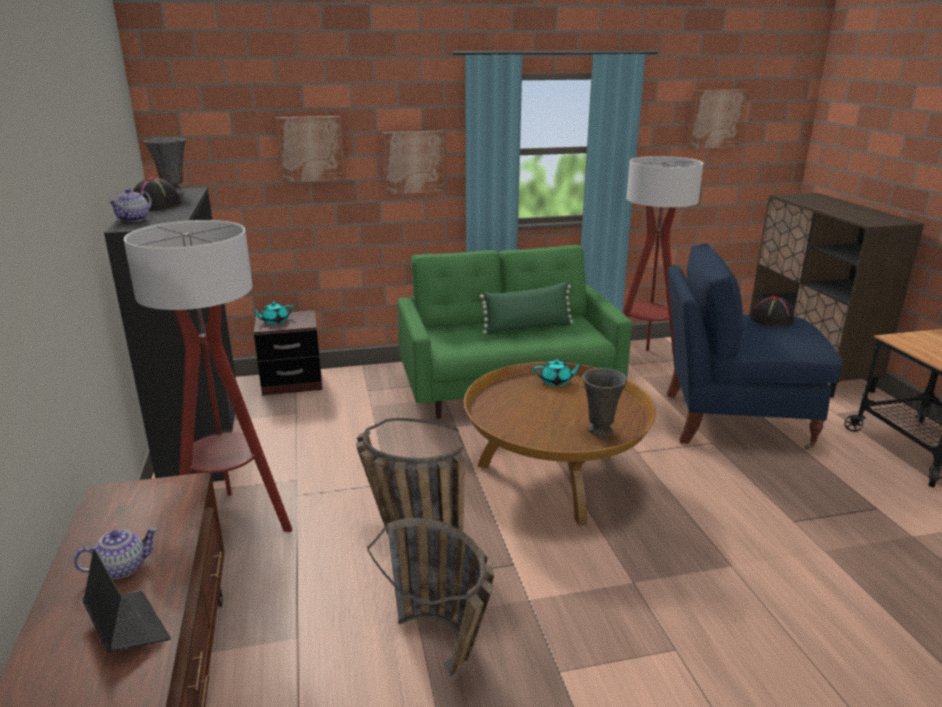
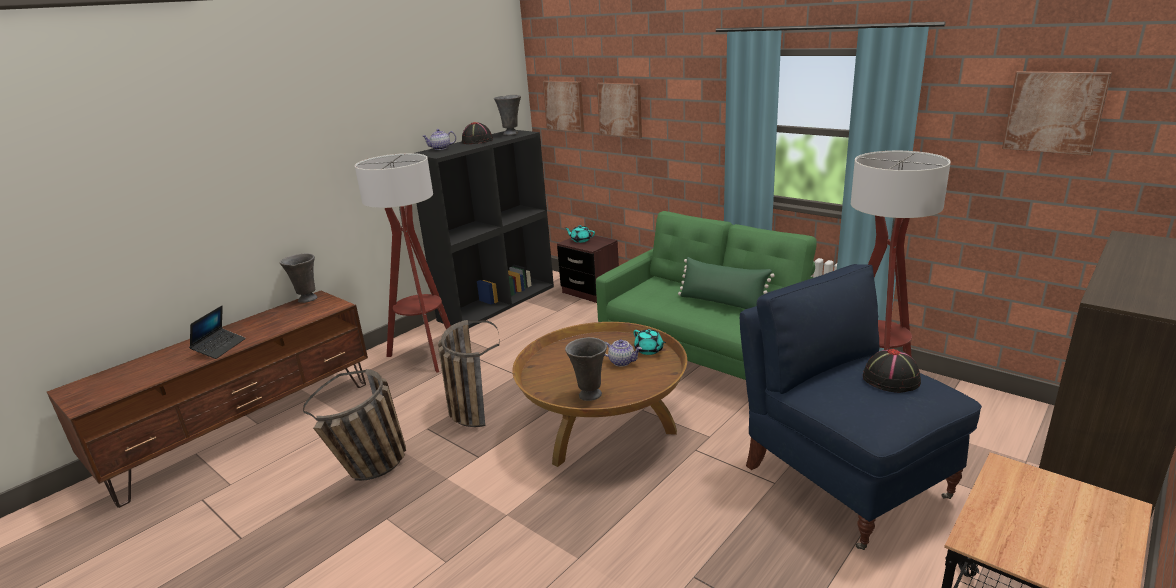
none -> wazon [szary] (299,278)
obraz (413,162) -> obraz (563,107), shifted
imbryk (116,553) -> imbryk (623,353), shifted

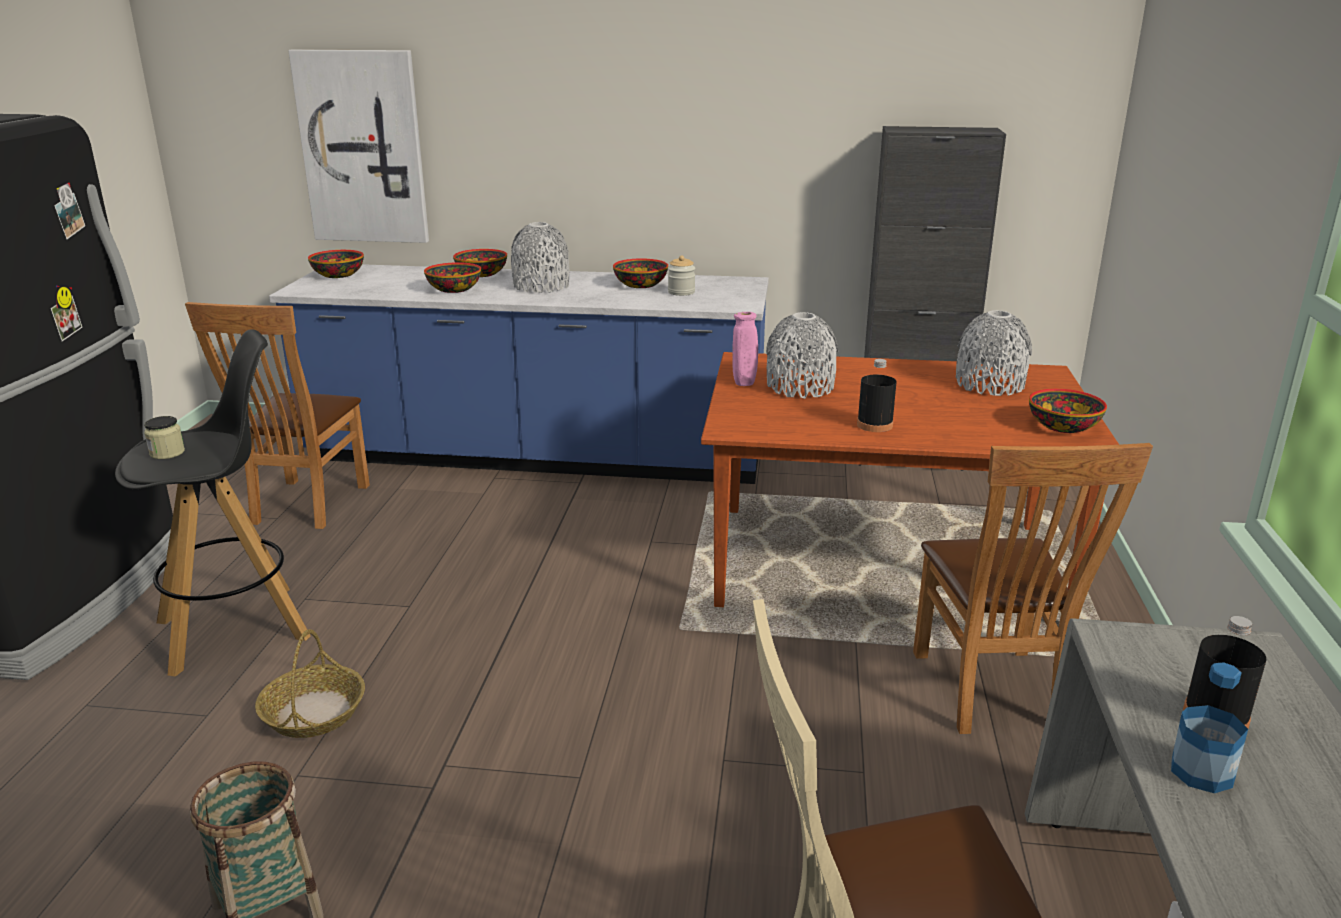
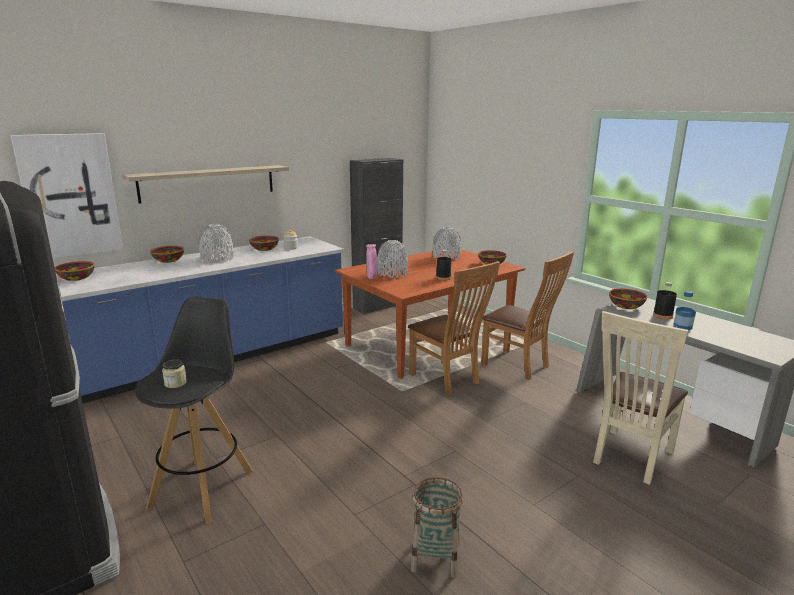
none -> półka (205,184)
krzesło [brązowy] (277,415) -> krzesło [brązowy] (454,328), shifted
miska (452,277) -> miska (628,298), shifted
koszyk (310,683) -> none

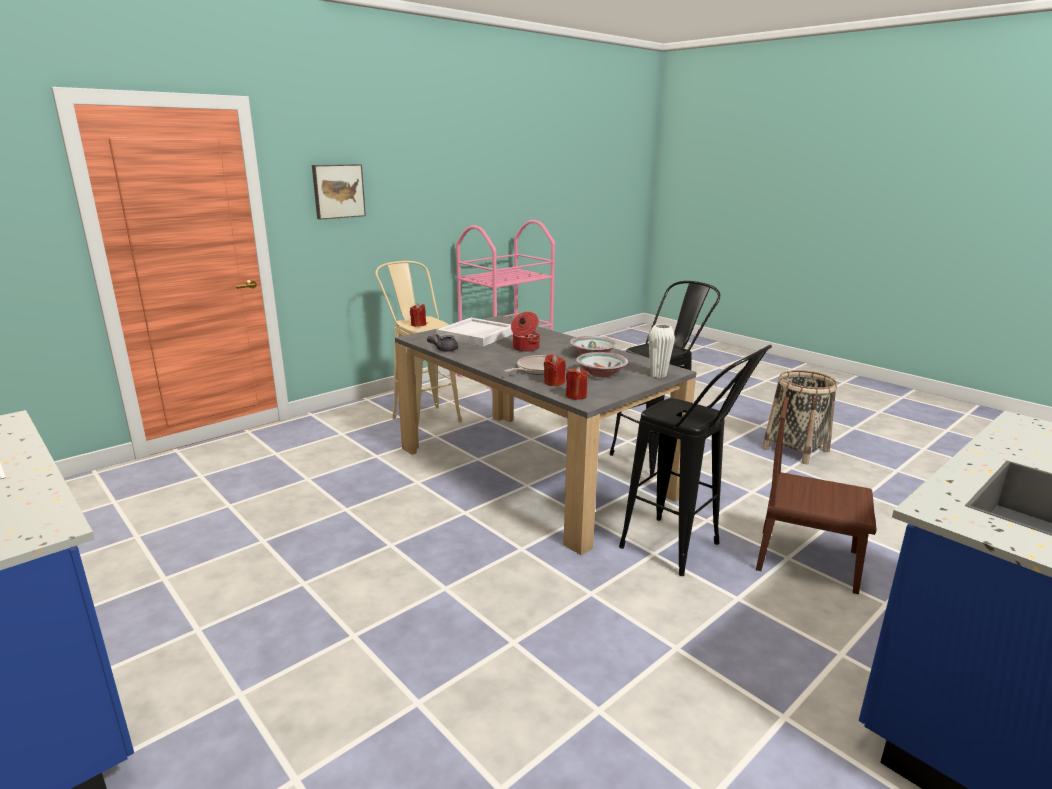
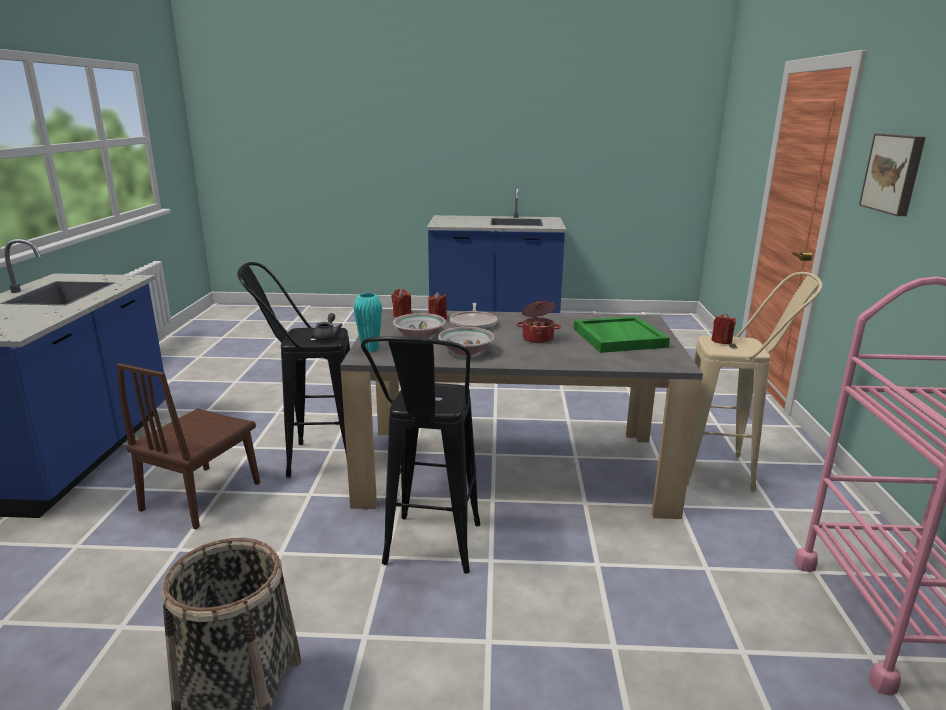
krzesło [brązowy] (816,495) -> krzesło [brązowy] (188,446), 135 degrees clockwise
imbryk [szary] (442,343) -> imbryk [szary] (327,327), shifted
wazon [biały] (661,351) -> wazon [turkusowy] (367,322)
taca [biały] (474,332) -> taca [zielony] (622,334)

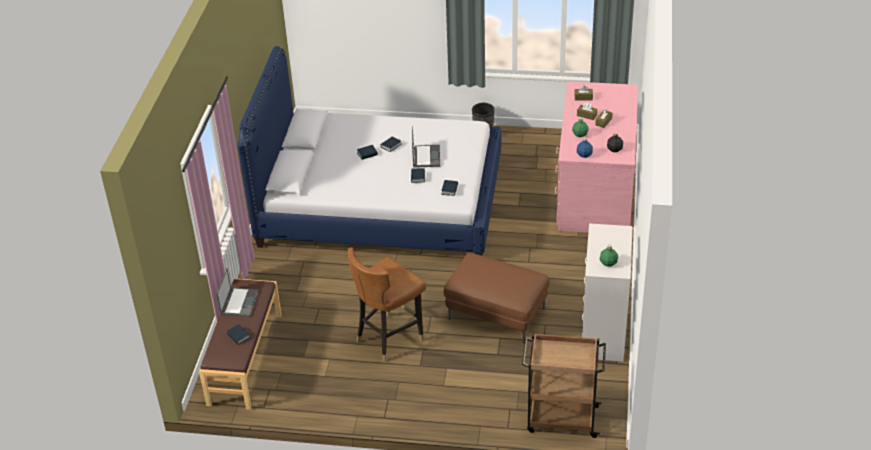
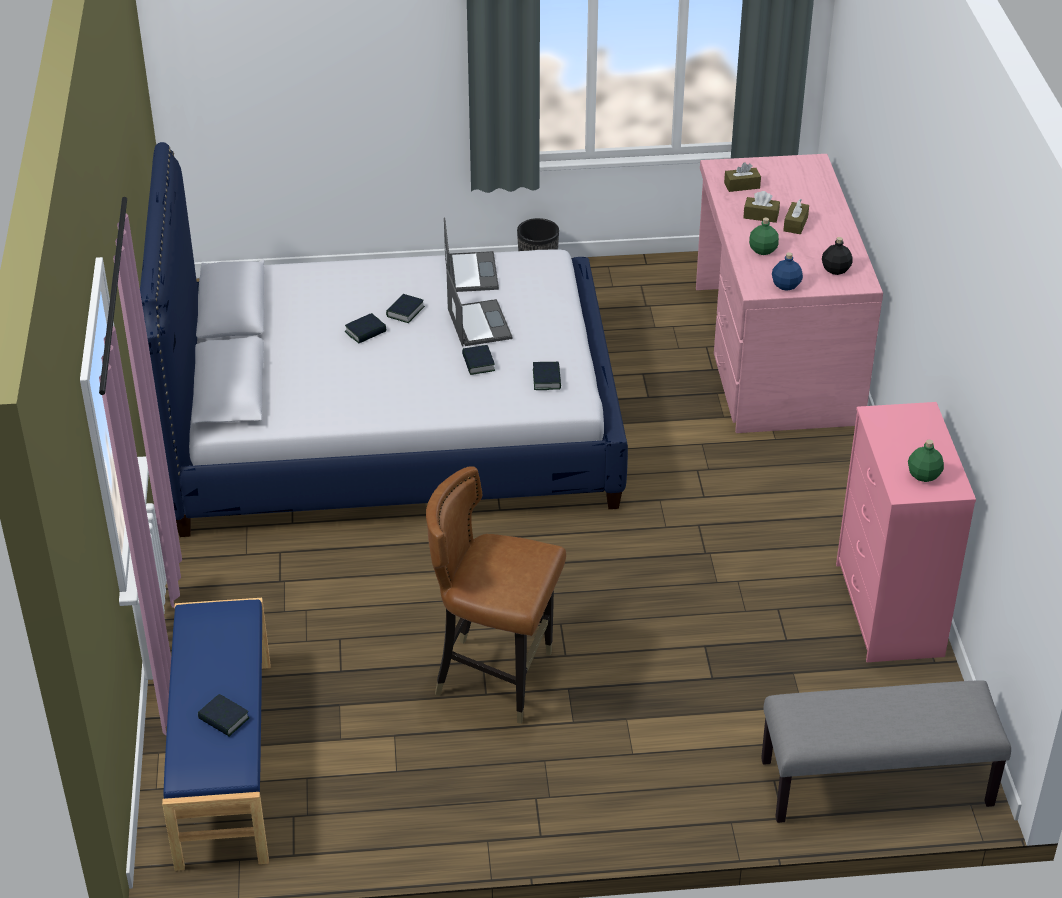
ławka [brązowy] (240,344) -> ławka [niebieski] (216,734)
krzesło [brązowy] (387,304) -> krzesło [brązowy] (496,595), 75 degrees clockwise
laptop (238,292) -> laptop (471,255), shifted
wózek [brązowy] (564,385) -> ławka [szary] (886,751)
komoda [biały] (607,292) -> komoda [różowy] (906,532)
pufa [brązowy] (497,298) -> none

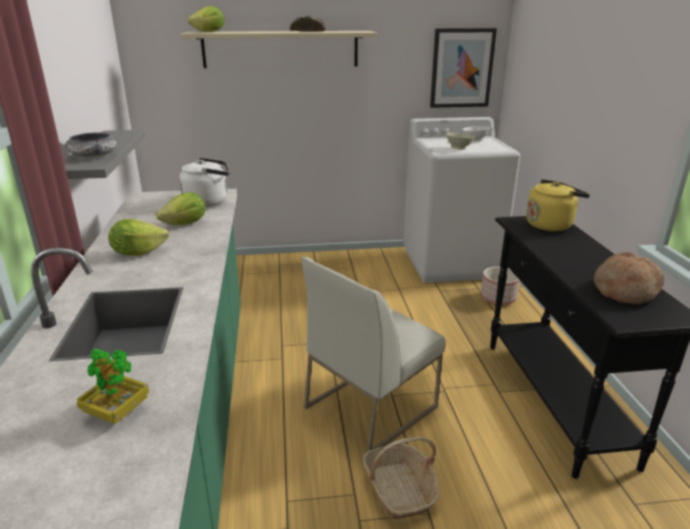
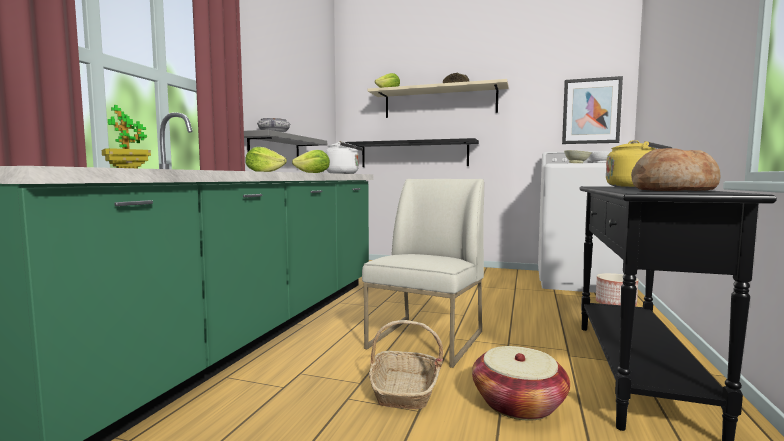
none -> półka [czarny] (412,152)
krzesło [biały] (373,354) -> krzesło [biały] (423,273), 135 degrees clockwise
none -> koszyk (521,383)

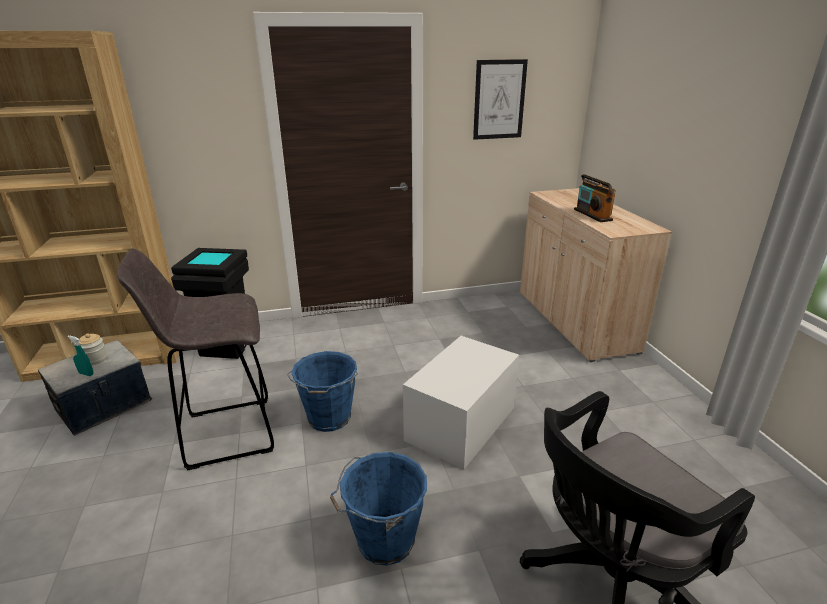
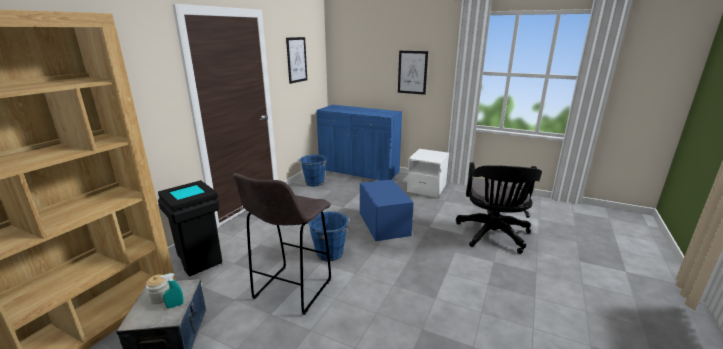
wiadro [niebieski] (378,509) -> wiadro [niebieski] (312,170), shifted
szafka [beżowy] (596,275) -> szafka [niebieski] (359,143)
pojemnik do przechowywania [biały] (461,402) -> pojemnik do przechowywania [niebieski] (386,210)
none -> obraz (413,73)
none -> szafka nocna [biały] (428,173)
radio (595,198) -> none

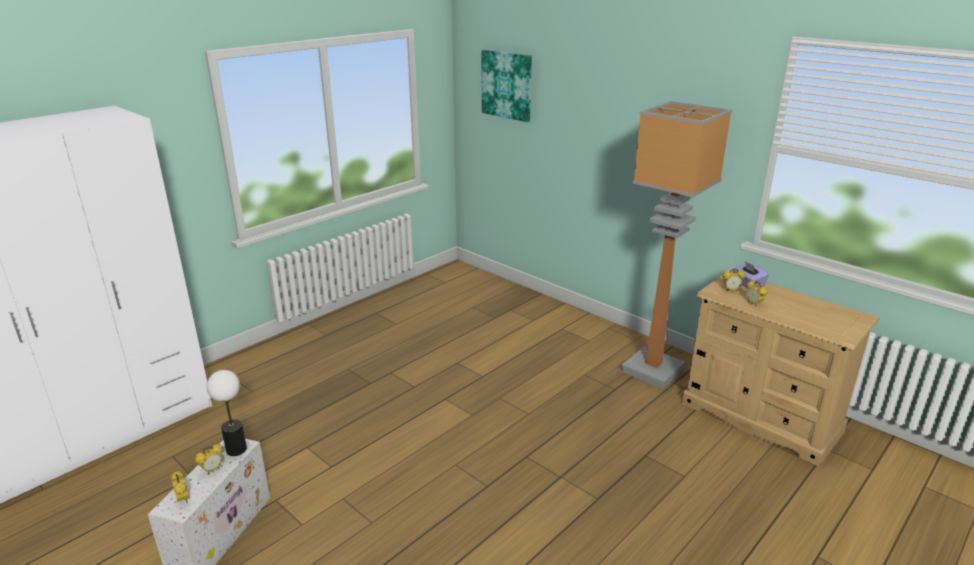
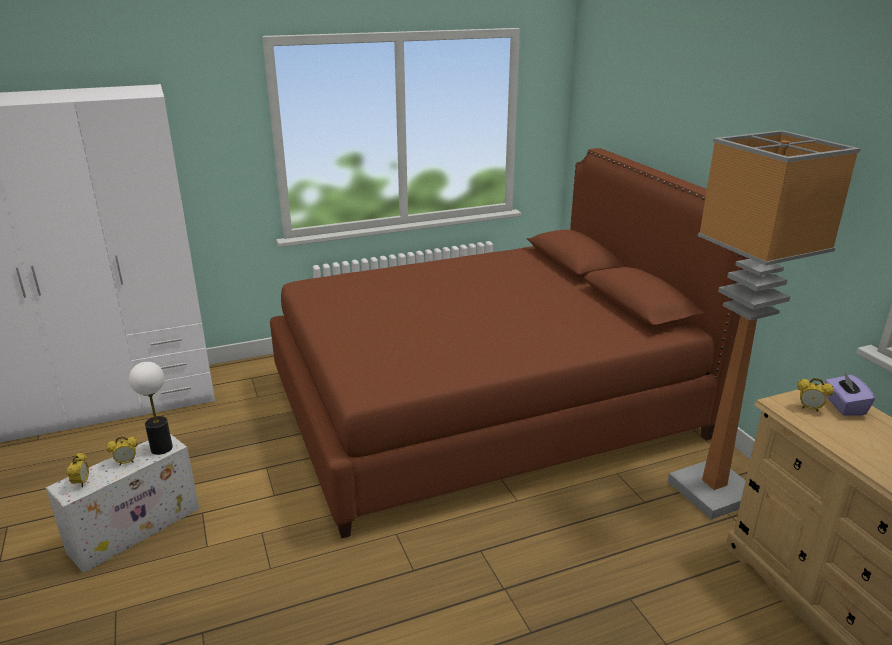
none -> łóżko [brązowy] (509,343)
obraz (506,86) -> none
budzik (756,294) -> none

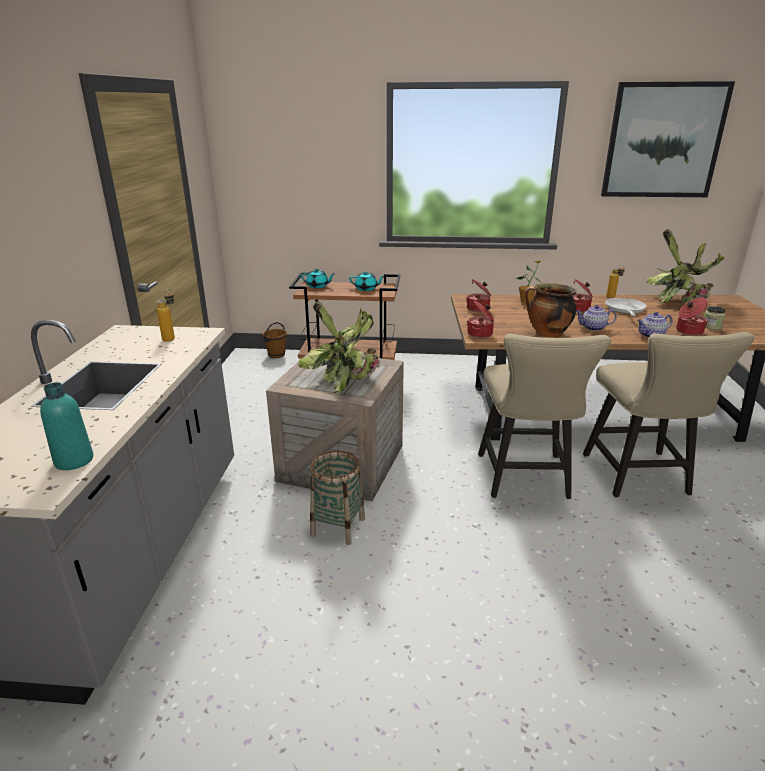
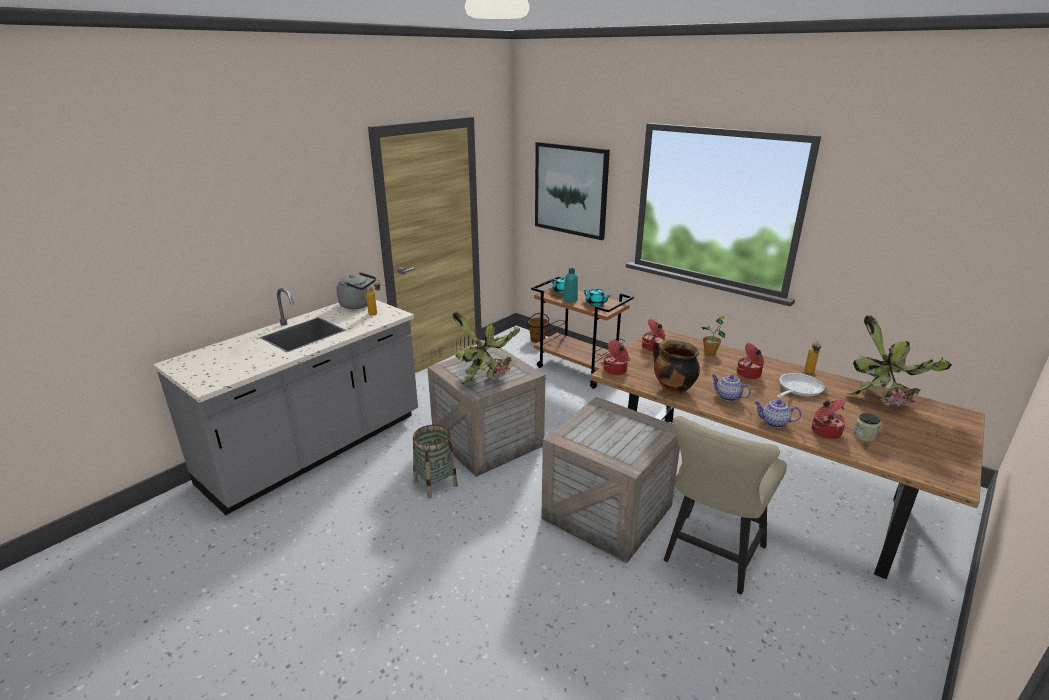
none -> czajnik [szary] (356,290)
obraz (668,139) -> obraz (572,191), shifted
krzesło [beżowy] (544,416) -> skrzynka (610,480)
butelka [turkusowy] (66,426) -> butelka [turkusowy] (571,285), shifted

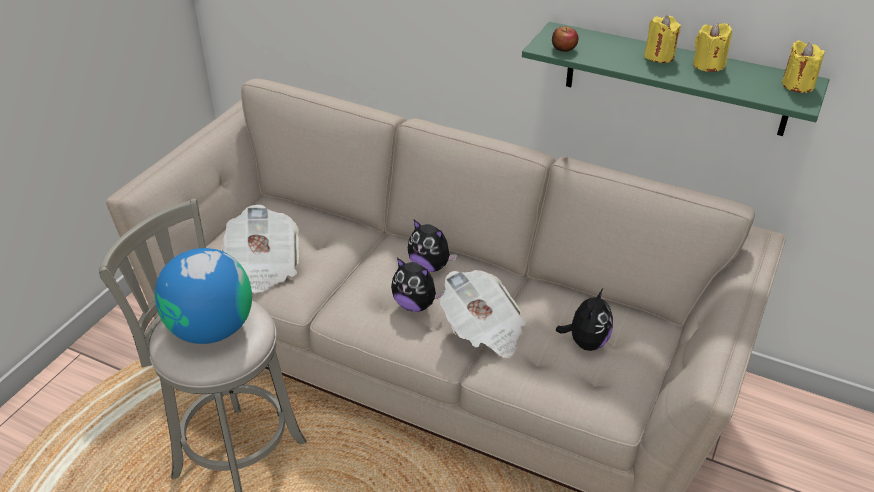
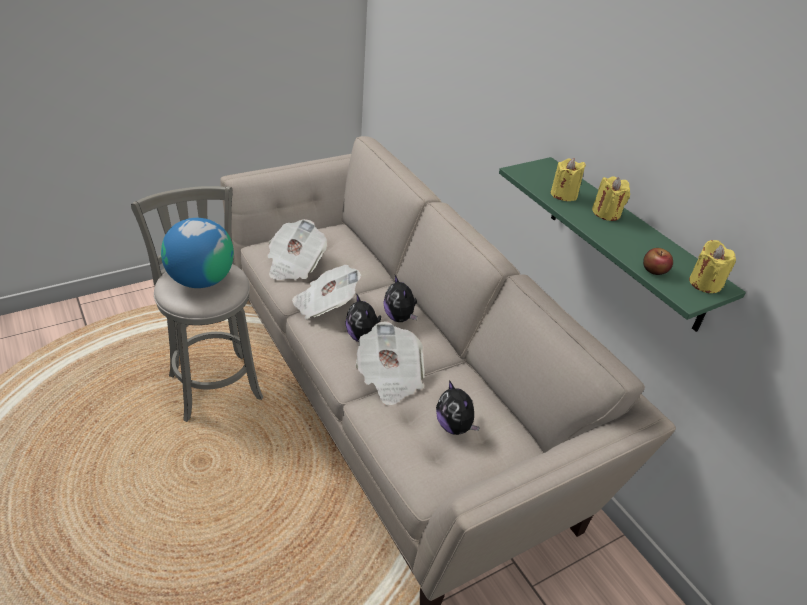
none -> gazeta (326,292)
pluszak (584,319) -> pluszak (458,407), 90 degrees clockwise
świeca [żółty] (712,47) -> świeca [żółty] (568,179), shifted
jabłko (565,39) -> jabłko (658,261), shifted

